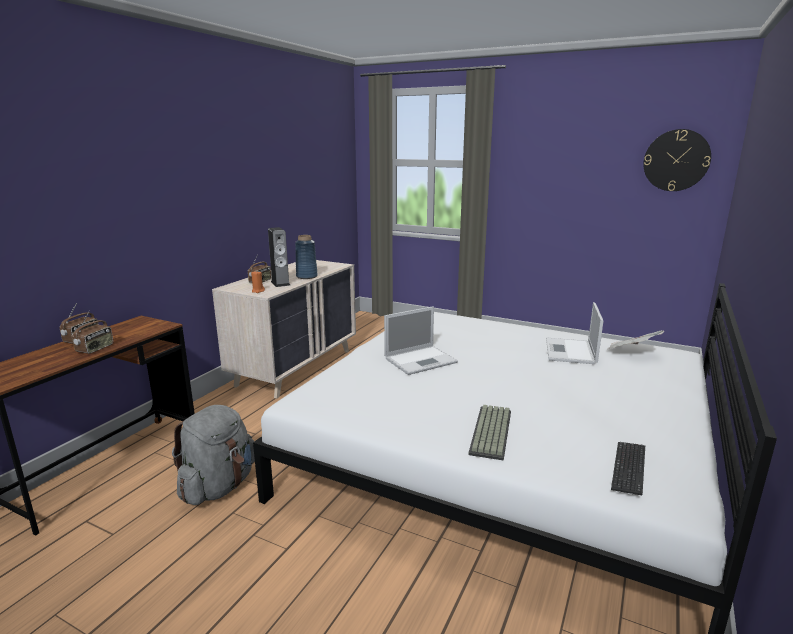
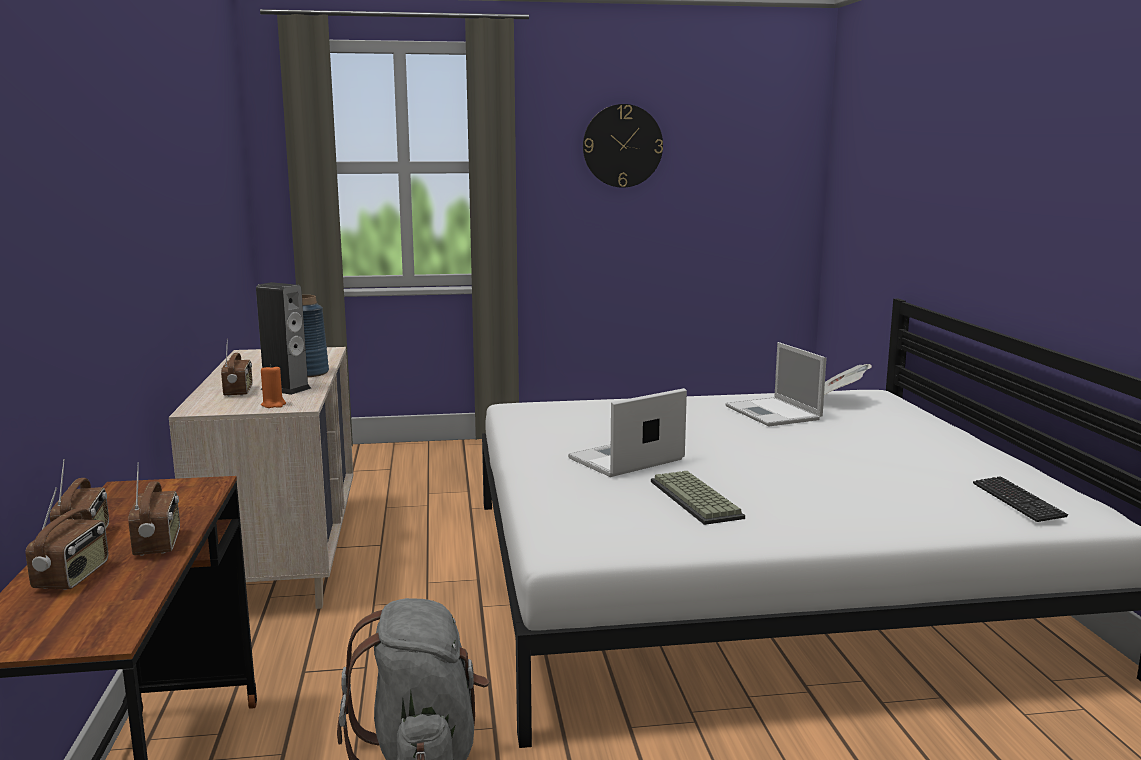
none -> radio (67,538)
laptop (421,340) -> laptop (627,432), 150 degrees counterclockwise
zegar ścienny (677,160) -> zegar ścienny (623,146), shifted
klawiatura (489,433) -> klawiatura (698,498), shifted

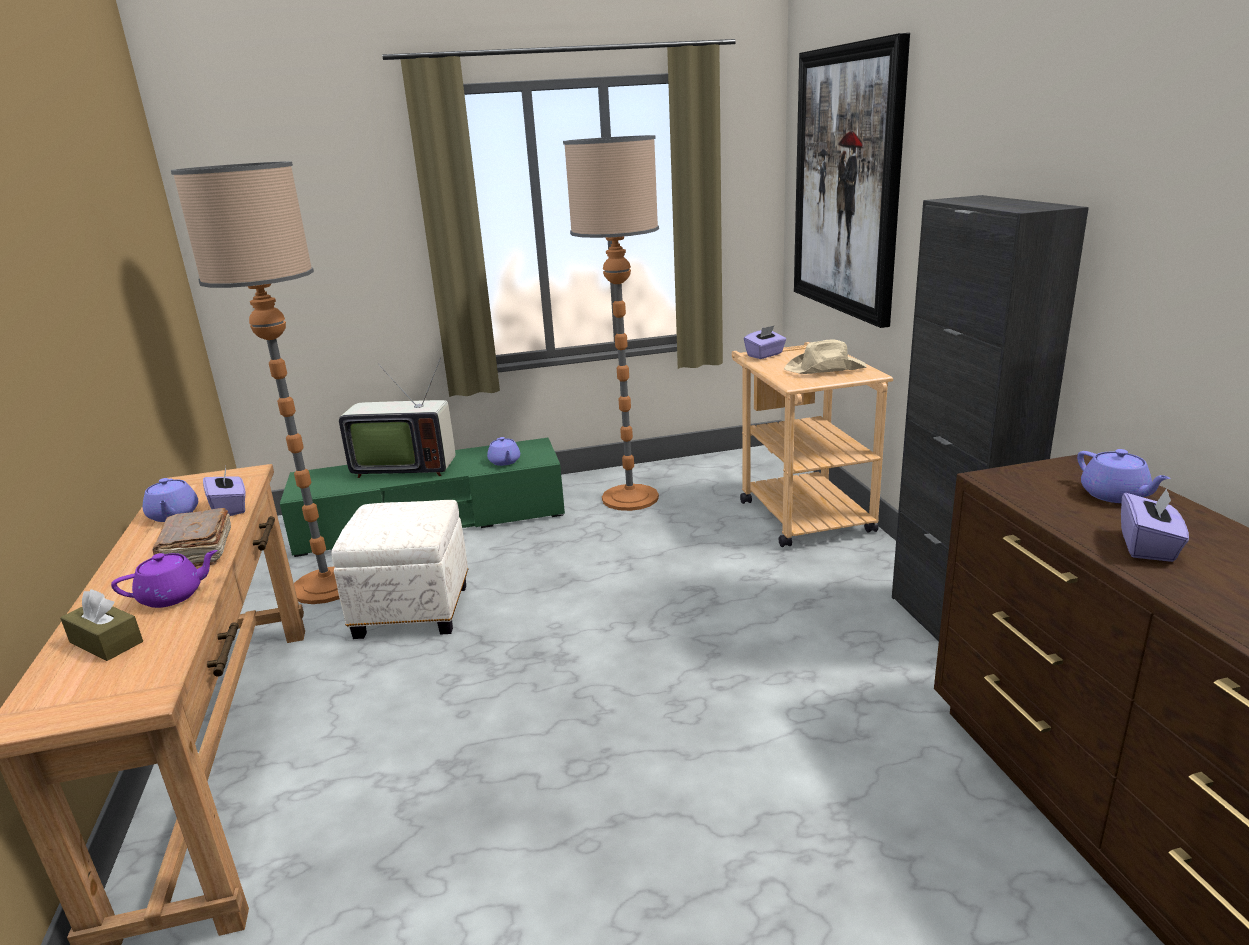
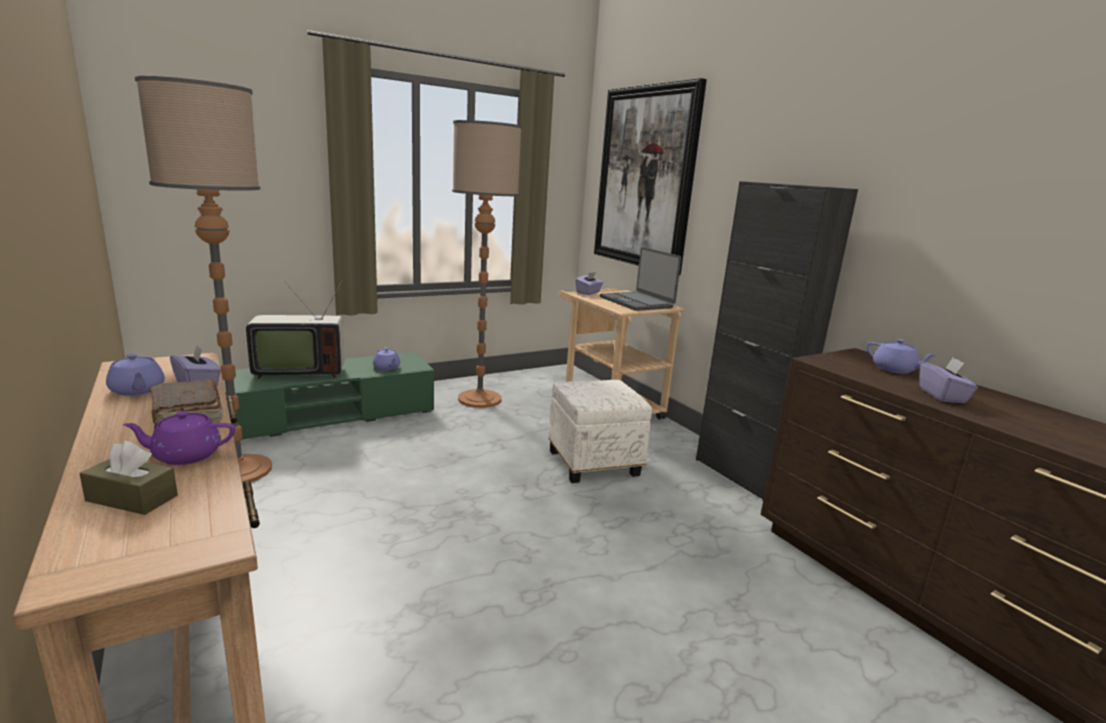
imbryk [fioletowy] (164,579) -> imbryk [fioletowy] (179,438), 150 degrees counterclockwise
pufa [biały] (399,569) -> pufa [biały] (600,431), shifted
kapelusz [beżowy] (825,356) -> laptop (640,279)

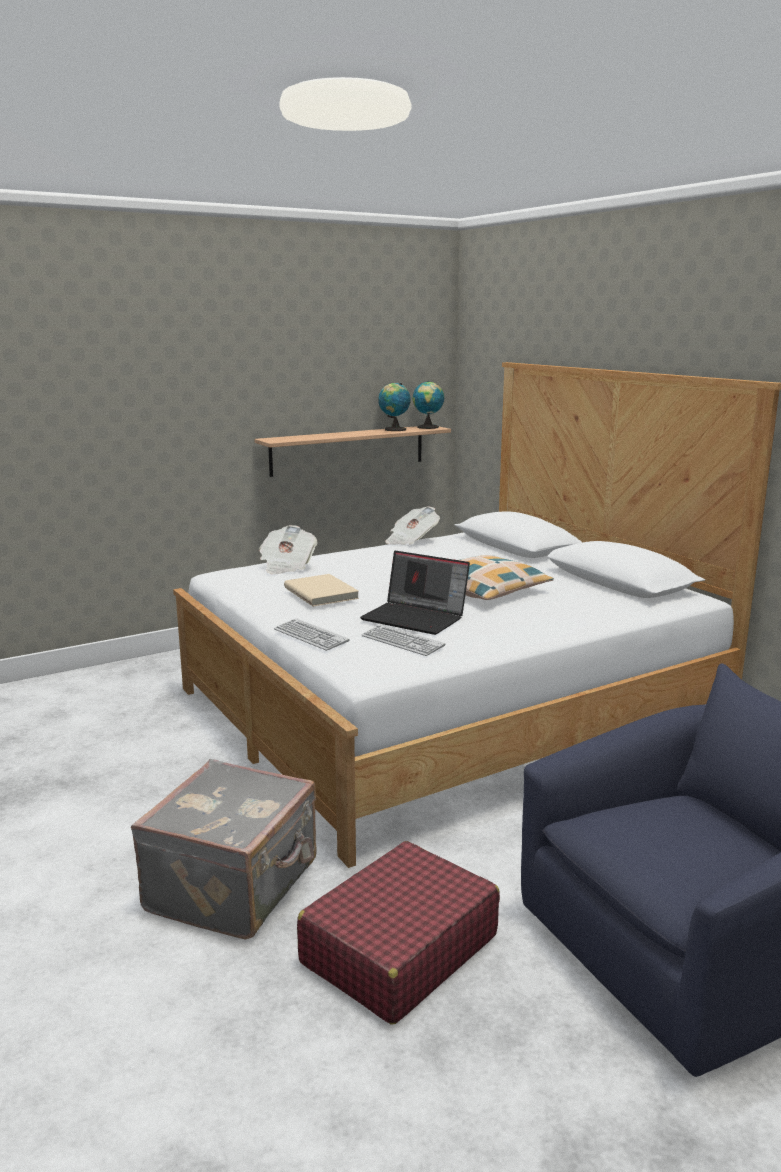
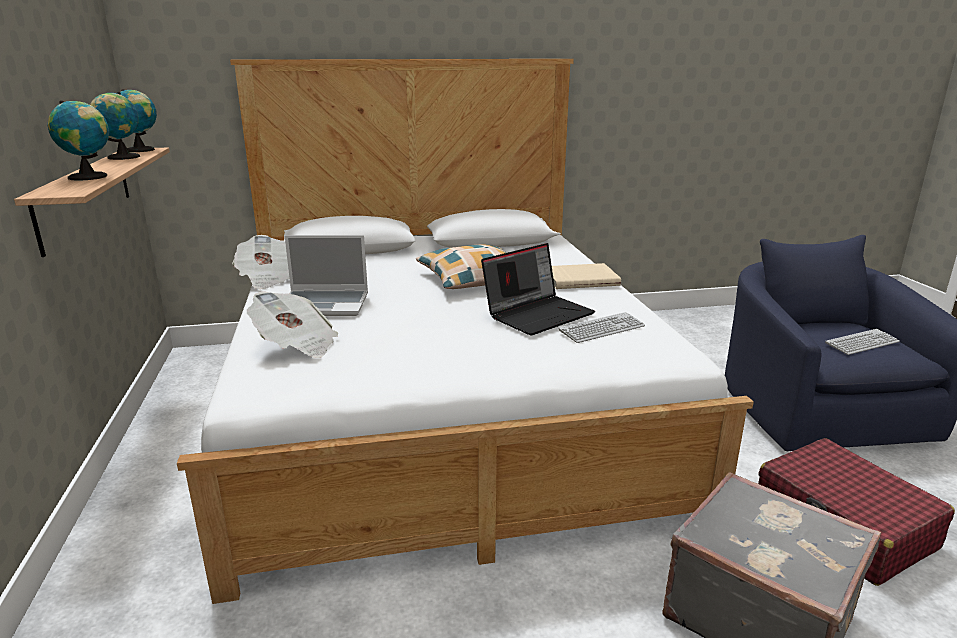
none -> globus (78,140)
none -> laptop (326,275)
książka [beżowy] (321,590) -> książka [beżowy] (586,276), shifted
klawiatura (311,634) -> klawiatura (862,342), shifted

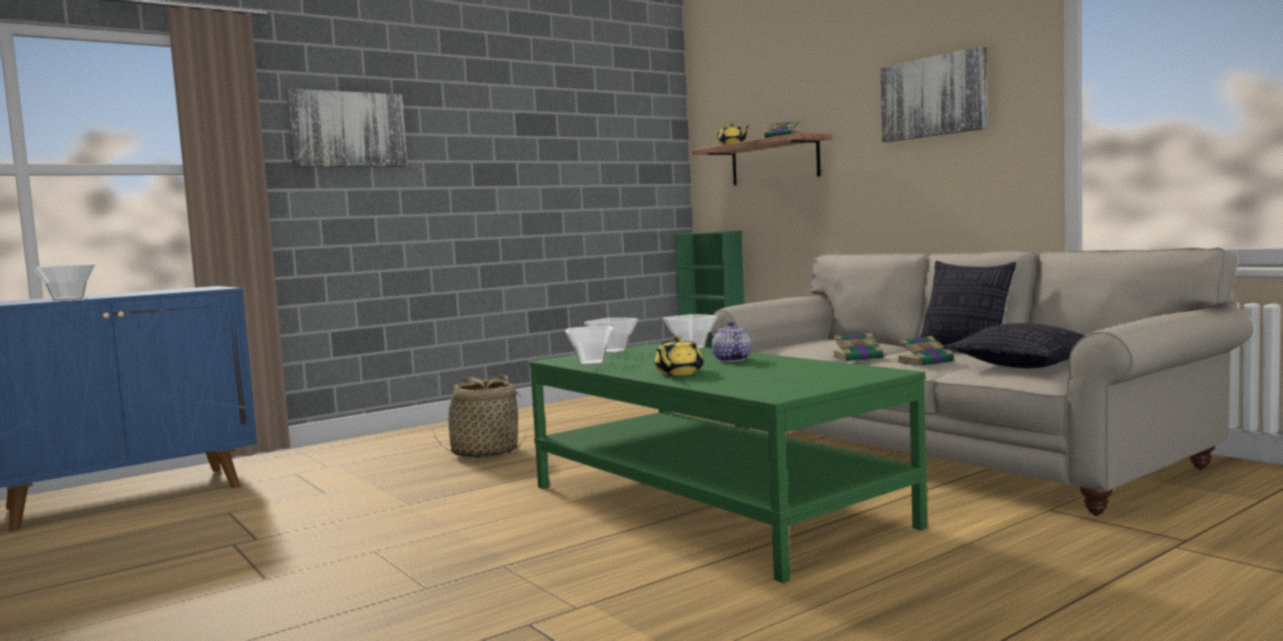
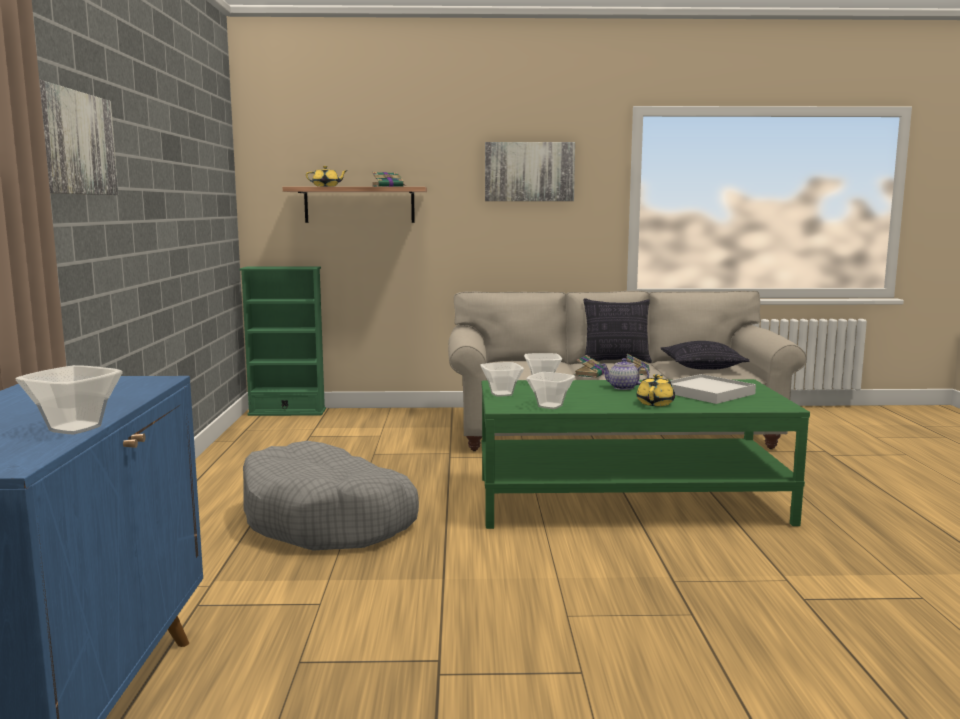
koszyk (479,416) -> legowisko [szary] (331,496)
imbryk [żółty] (679,355) -> imbryk [żółty] (656,390), 135 degrees counterclockwise
none -> taca [biały] (713,389)

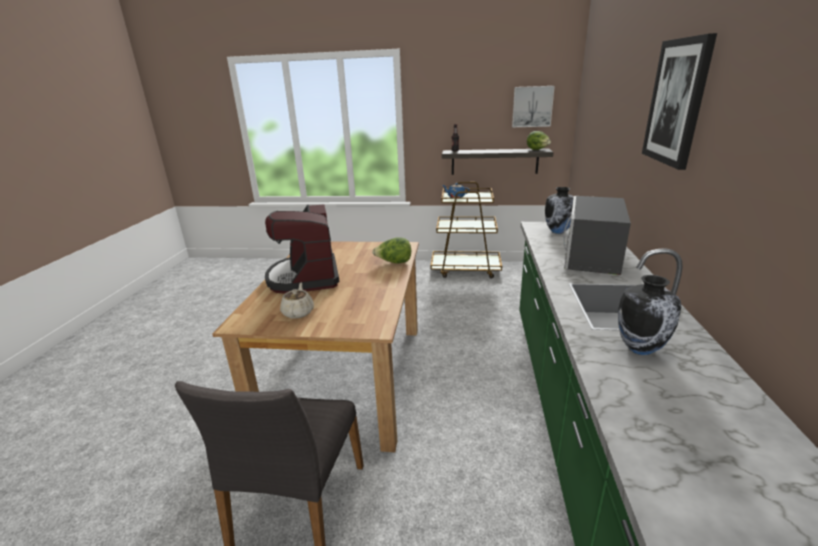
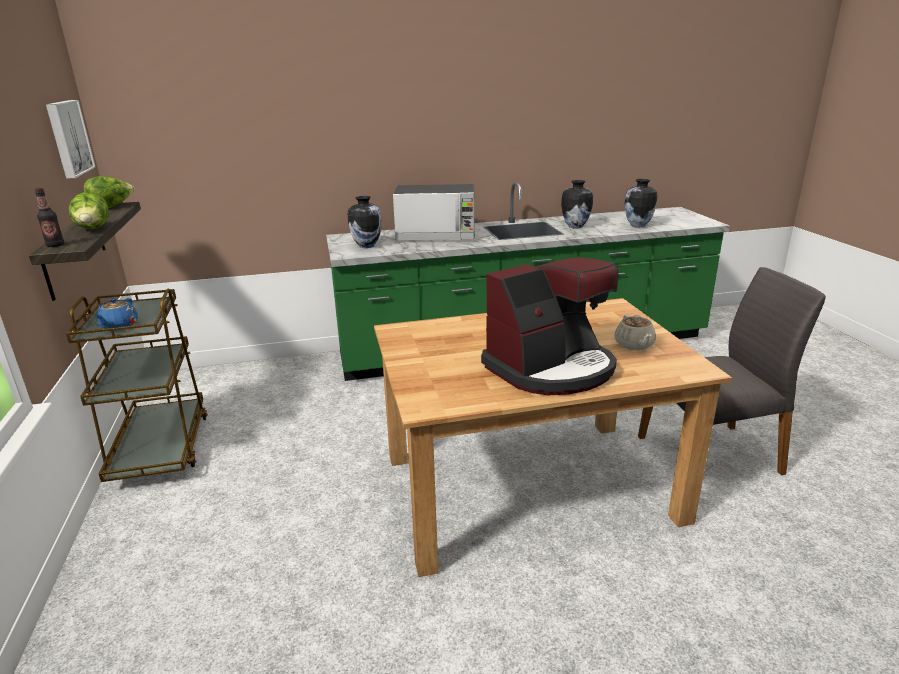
sałata (391,250) -> sałata (89,210), shifted
imbryk [beżowy] (297,301) -> imbryk [beżowy] (635,332), 75 degrees counterclockwise
none -> wazon (640,203)
obraz (679,101) -> none

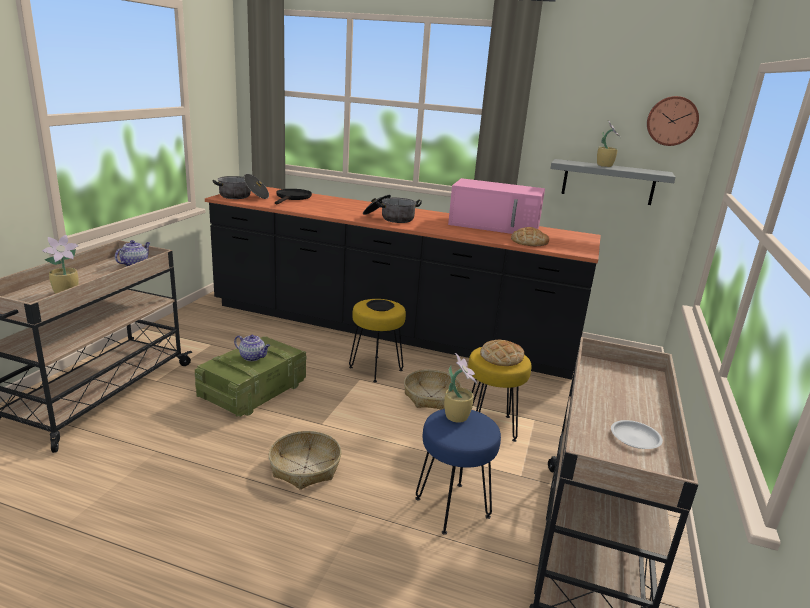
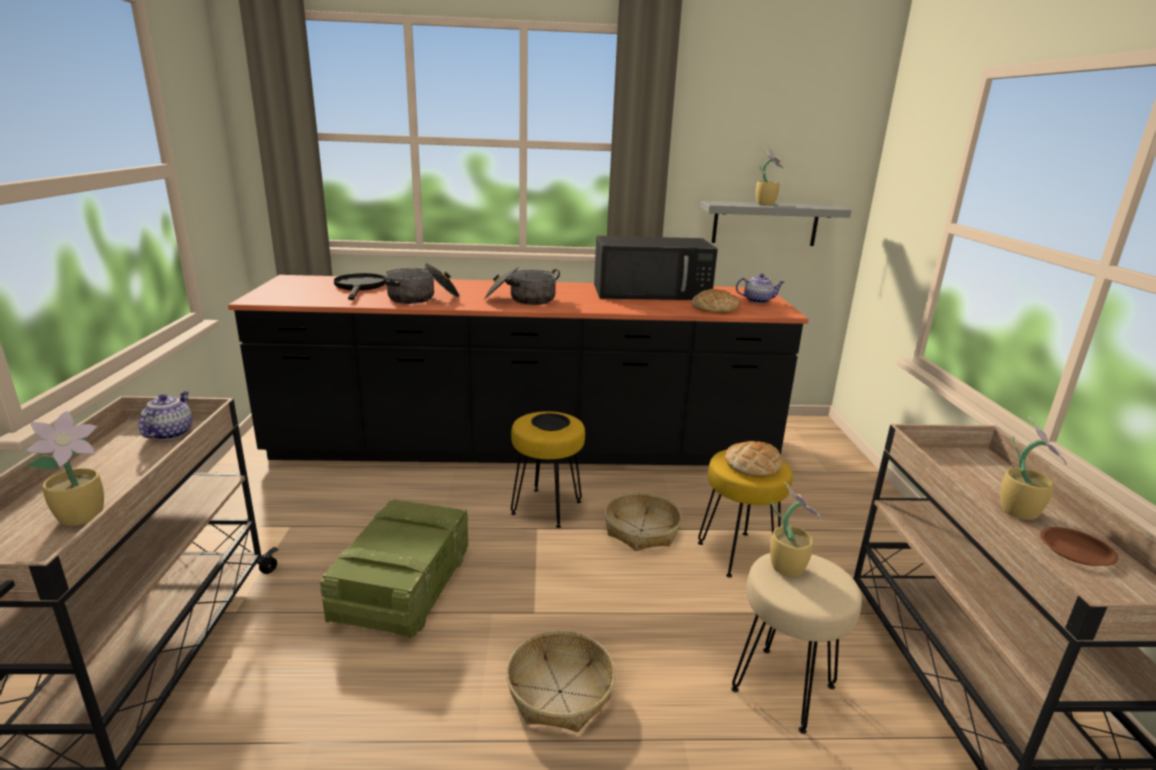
garnek (241,186) -> garnek (421,283), shifted
mikrofalówka [różowy] (496,206) -> mikrofalówka [czarny] (656,268)
stołek [niebieski] (458,472) -> stołek [beżowy] (796,643)
imbryk (252,348) -> imbryk (760,288), shifted
none -> roślina doniczkowa (1033,468)
talerz [biały] (637,434) -> talerz [brązowy] (1079,546)
zegar ścienny (673,121) -> none

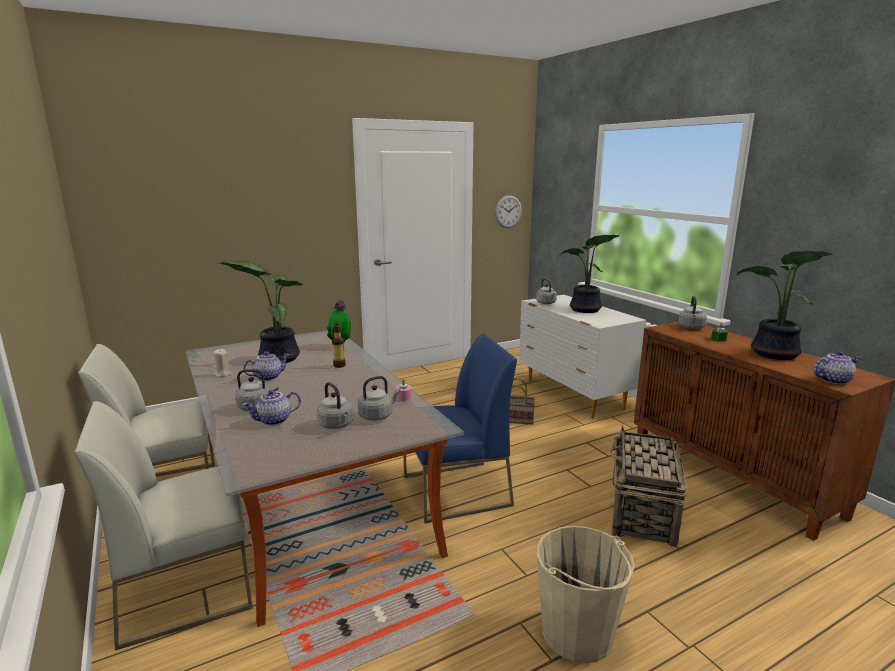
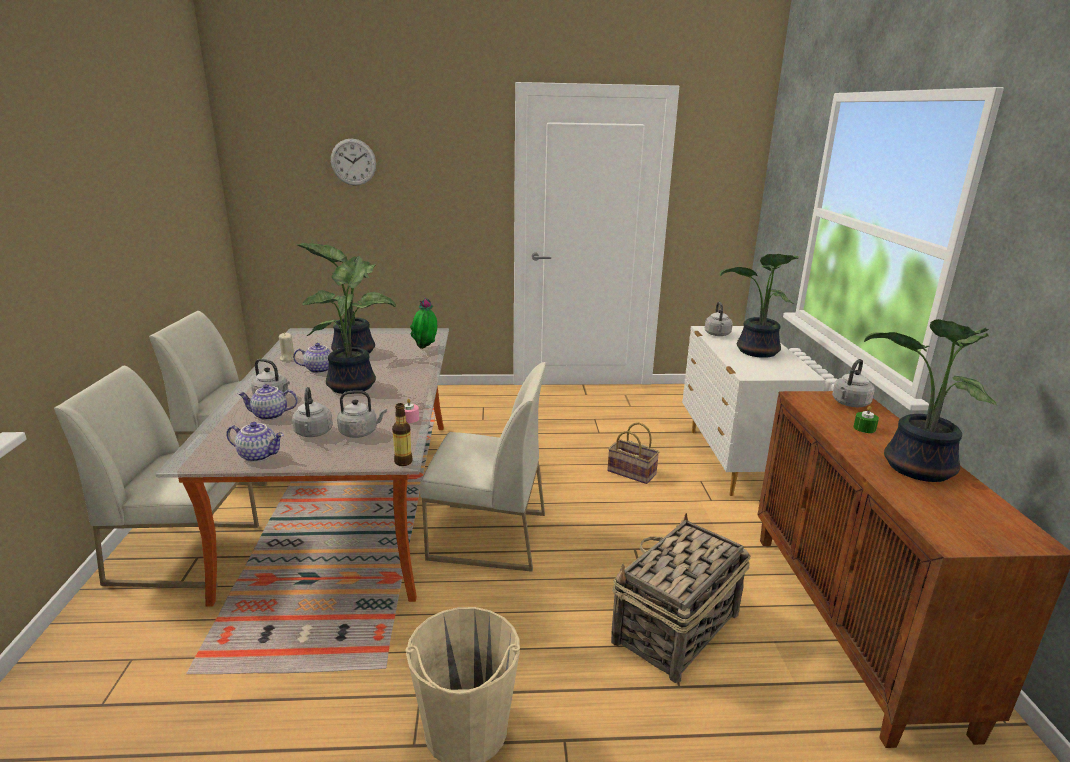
imbryk (837,368) -> imbryk (255,442), shifted
none -> roślina doniczkowa (349,325)
zegar ścienny (508,211) -> zegar ścienny (353,162), shifted
butelka (339,346) -> butelka (402,434), shifted
krzesło [niebieski] (460,428) -> krzesło [biały] (483,467)

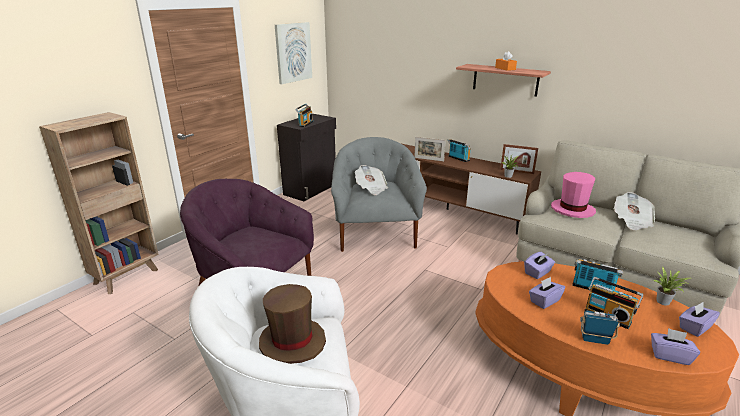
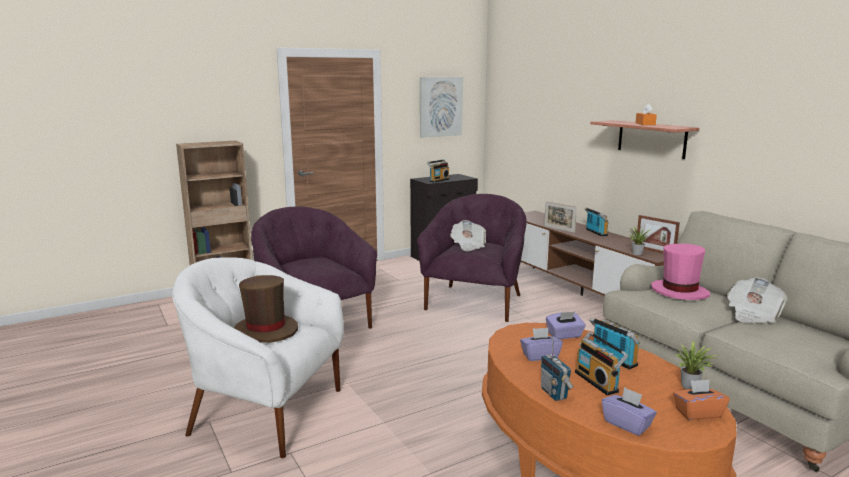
fotel [szary] (379,194) -> fotel [fioletowy] (472,258)
radio (600,325) -> radio (557,369), 150 degrees counterclockwise
pudełko chusteczek [fioletowy] (699,319) -> pudełko chusteczek [pomarańczowy] (701,400)

